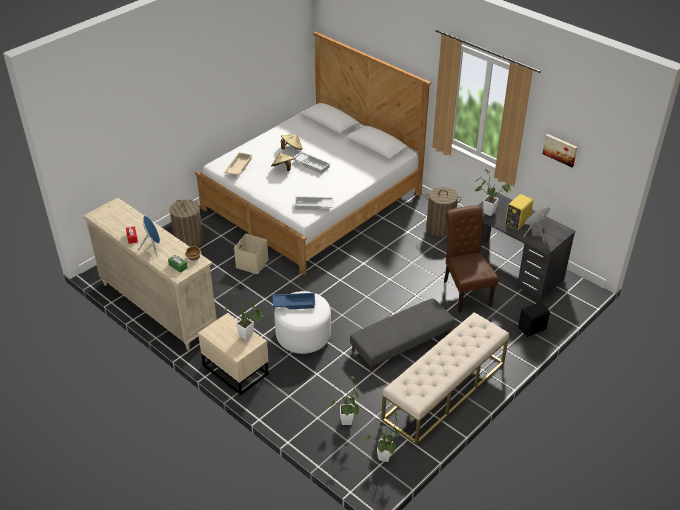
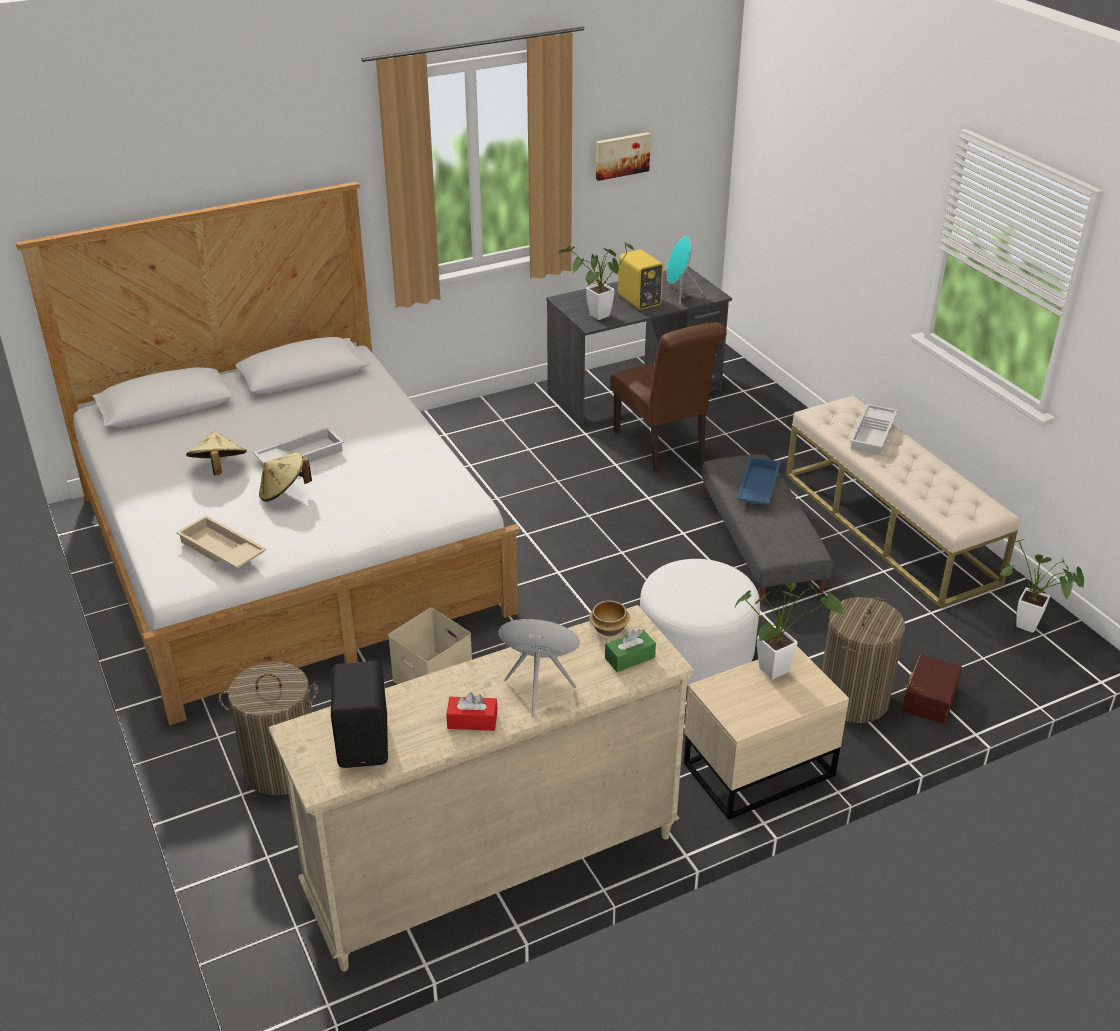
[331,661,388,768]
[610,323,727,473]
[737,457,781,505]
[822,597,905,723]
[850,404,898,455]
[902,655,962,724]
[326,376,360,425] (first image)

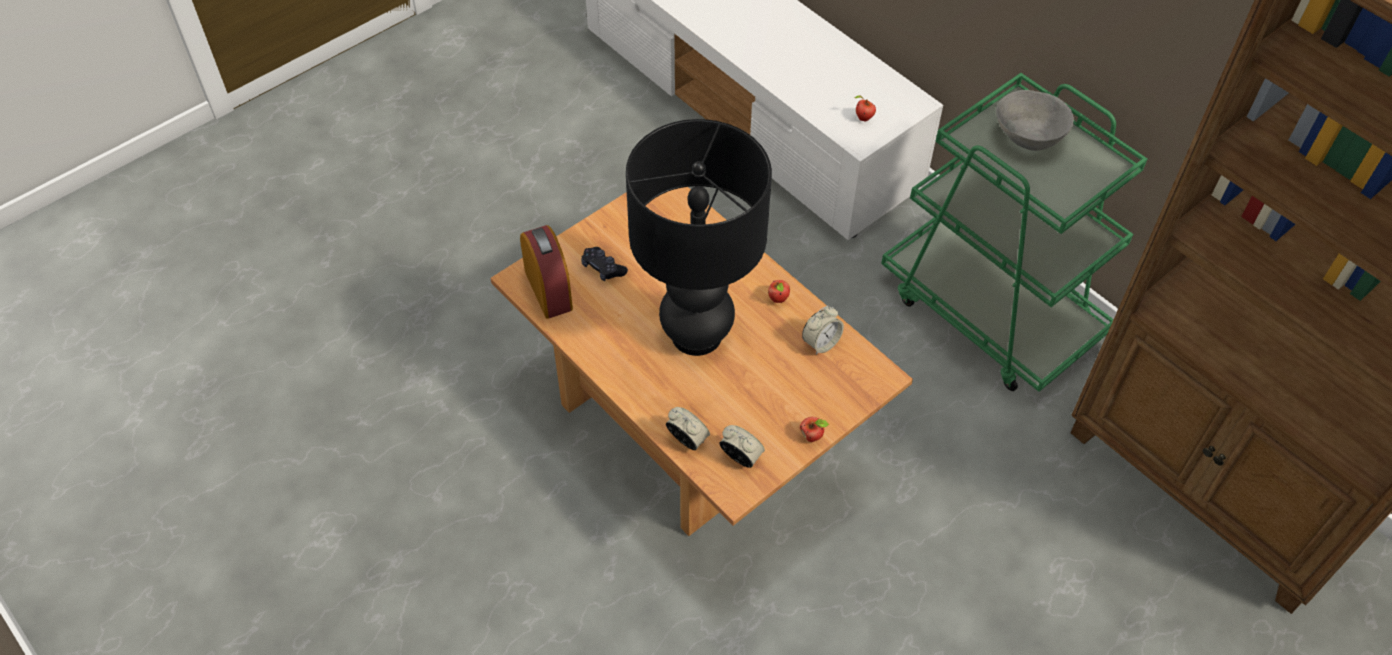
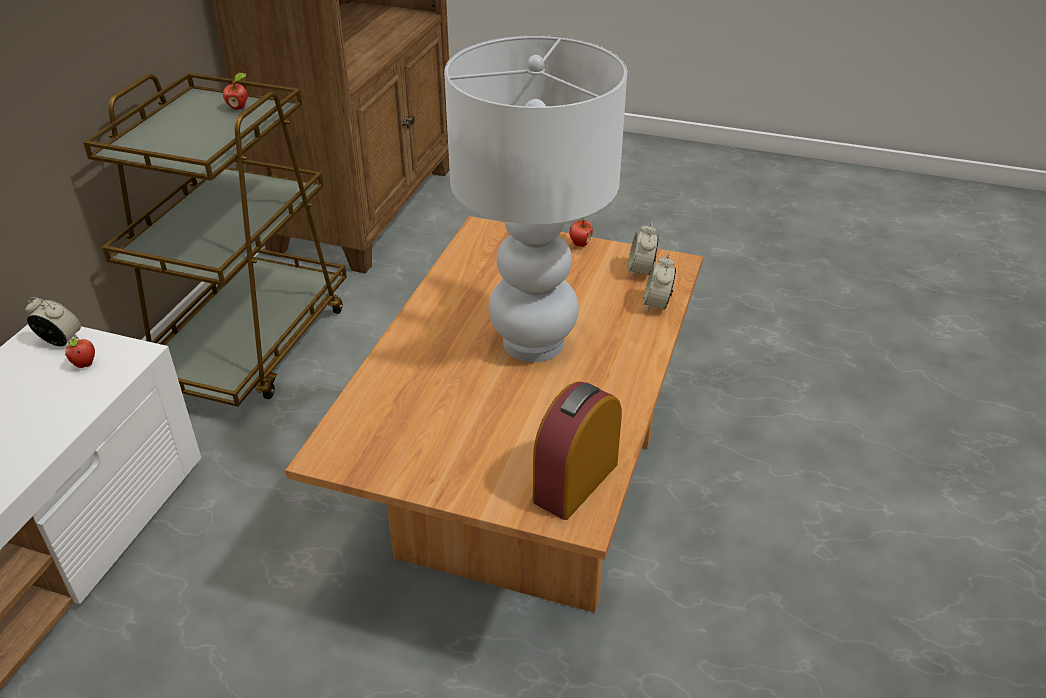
[25,297,81,346]
[83,73,347,407]
[223,73,248,110]
[444,35,627,362]
[581,247,628,281] (first image)
[996,90,1074,151] (first image)

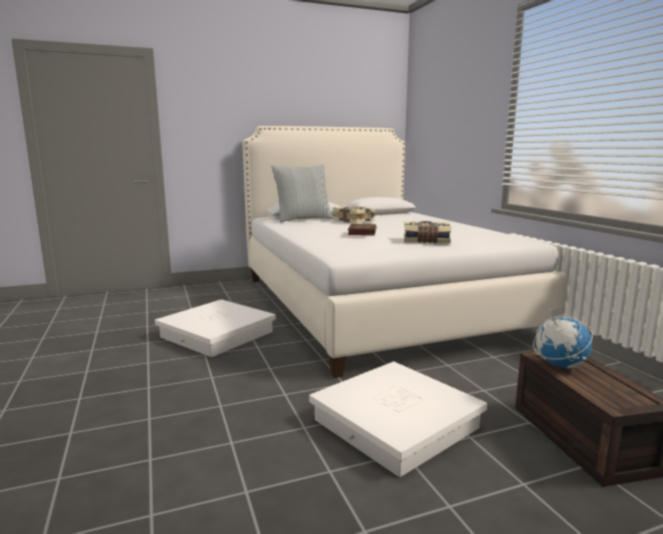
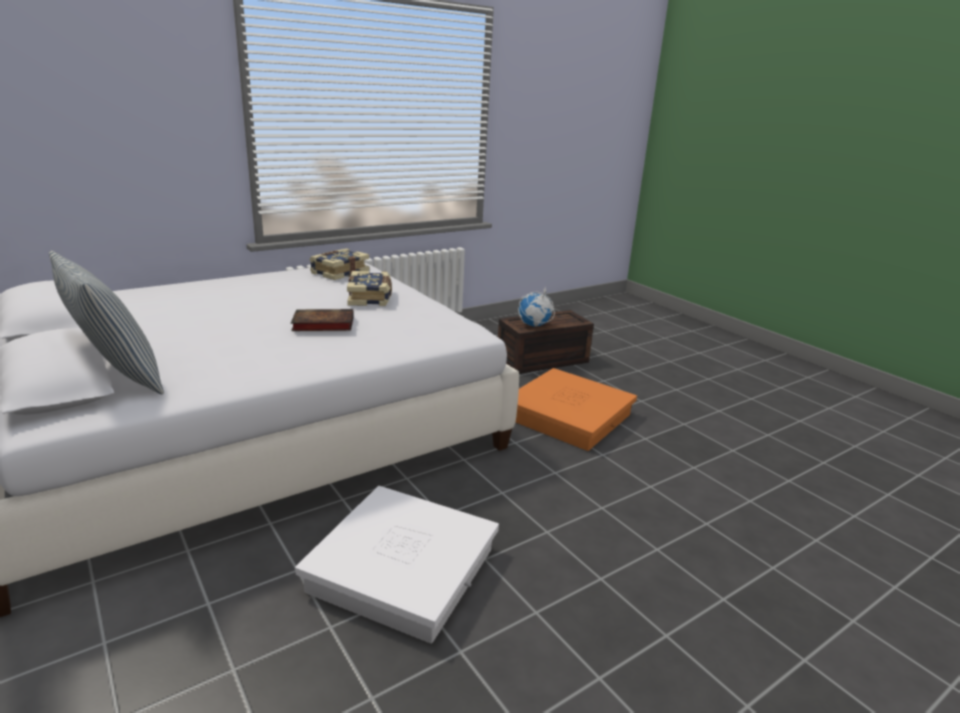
[309,248,370,280]
[515,368,637,451]

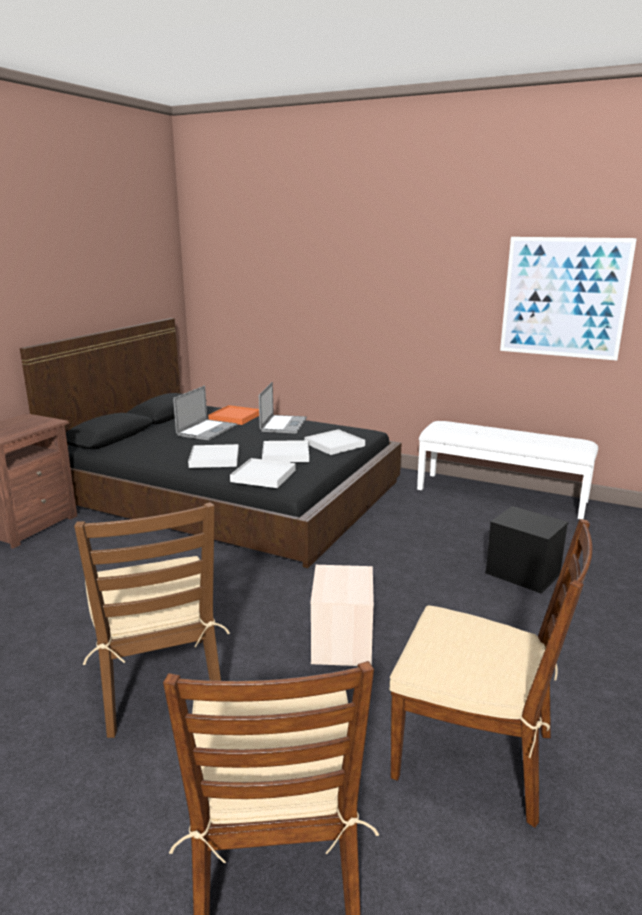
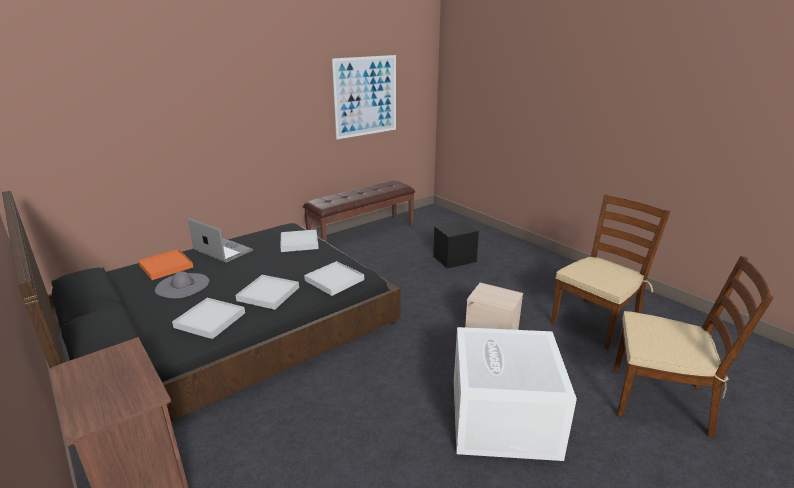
[155,271,209,298]
[172,298,245,339]
[303,181,415,242]
[454,327,577,461]

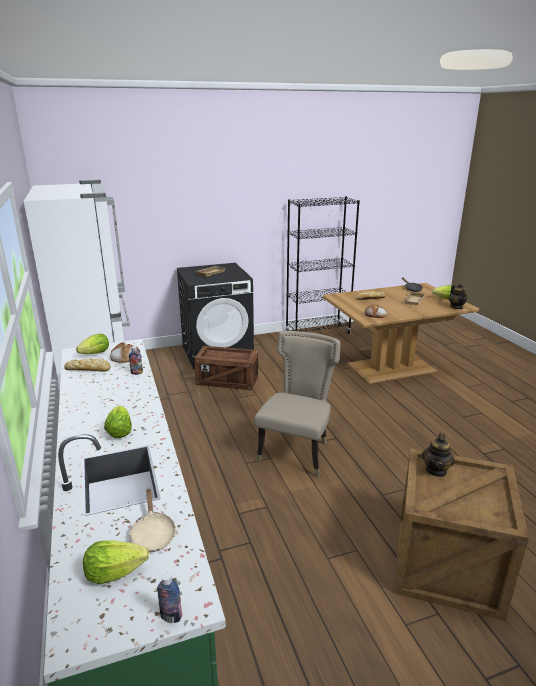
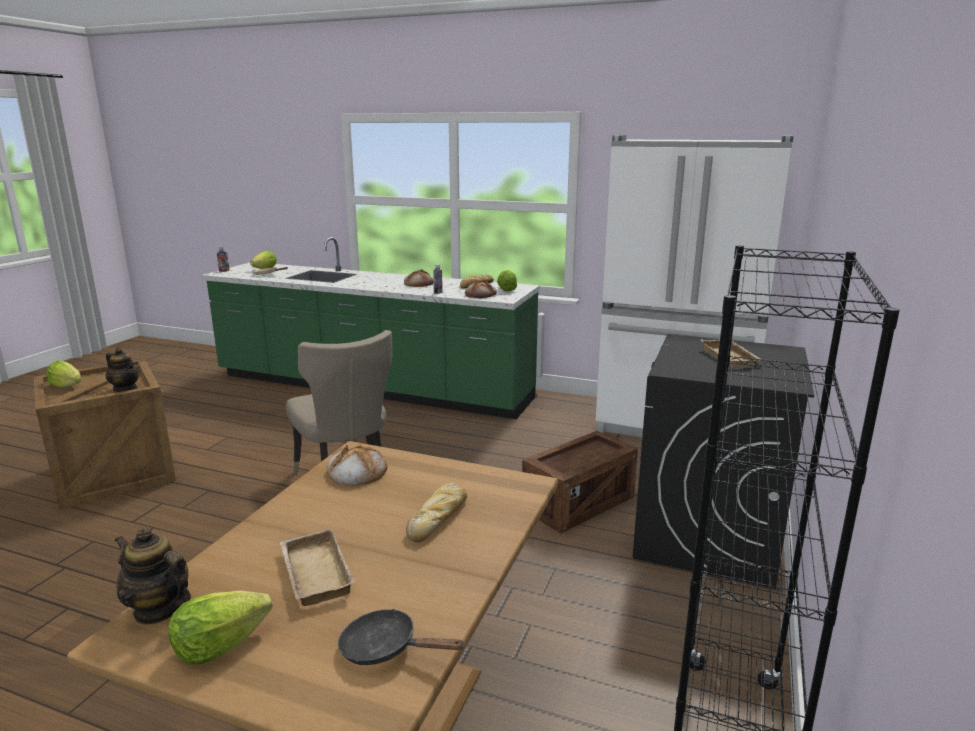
[46,361,82,388]
[106,348,140,392]
[404,270,434,287]

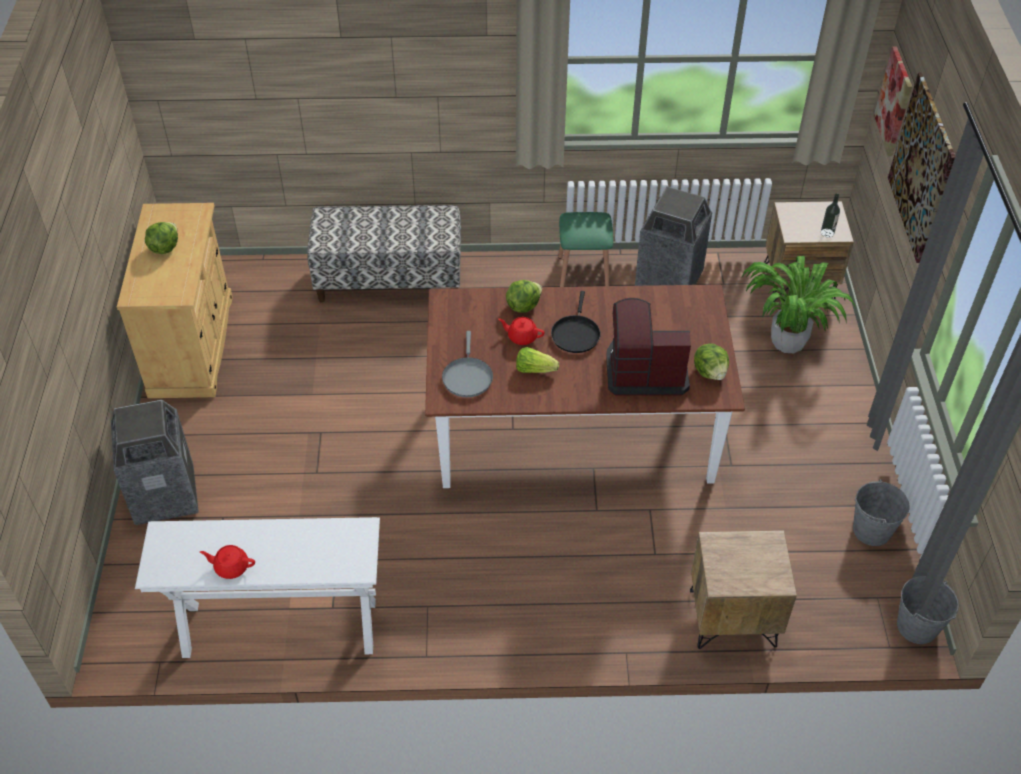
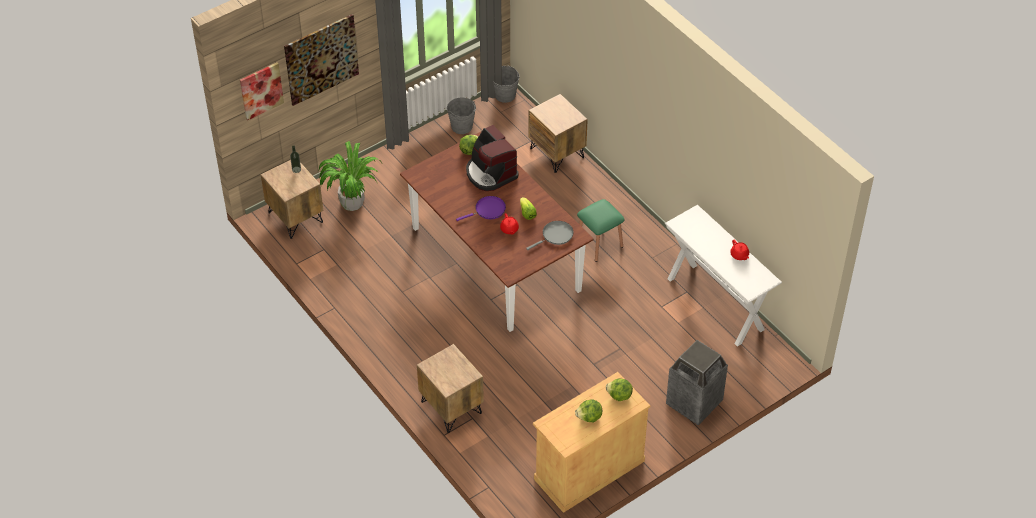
[417,344,484,433]
[456,196,506,221]
[577,199,625,262]
[606,378,633,401]
[635,186,712,286] (first image)

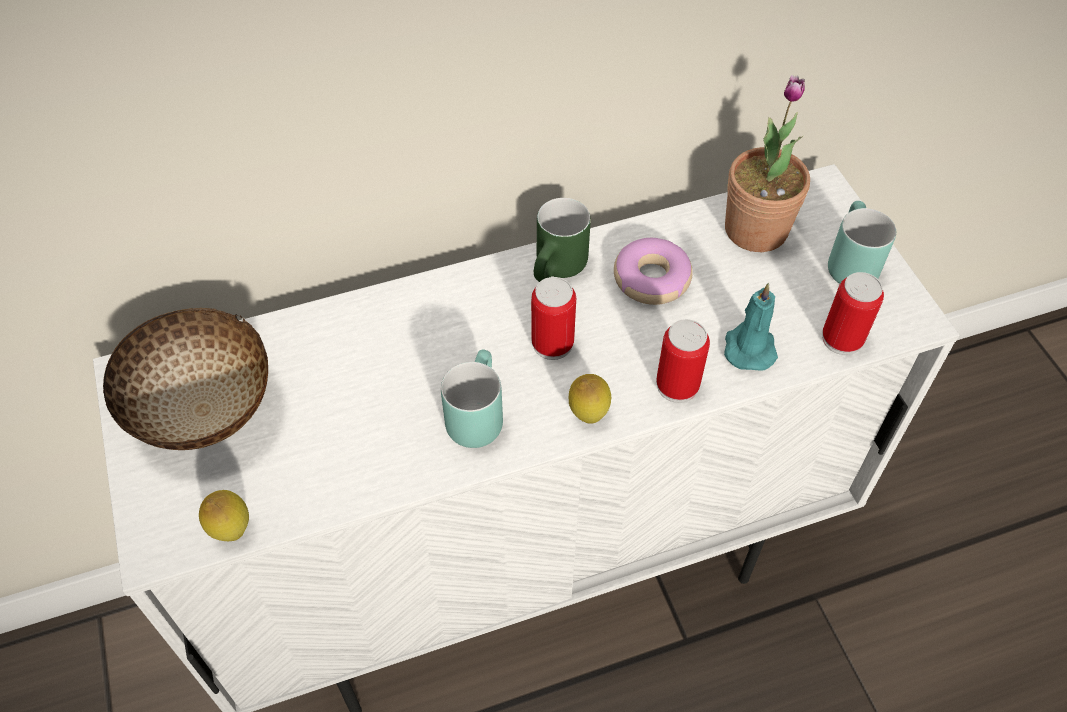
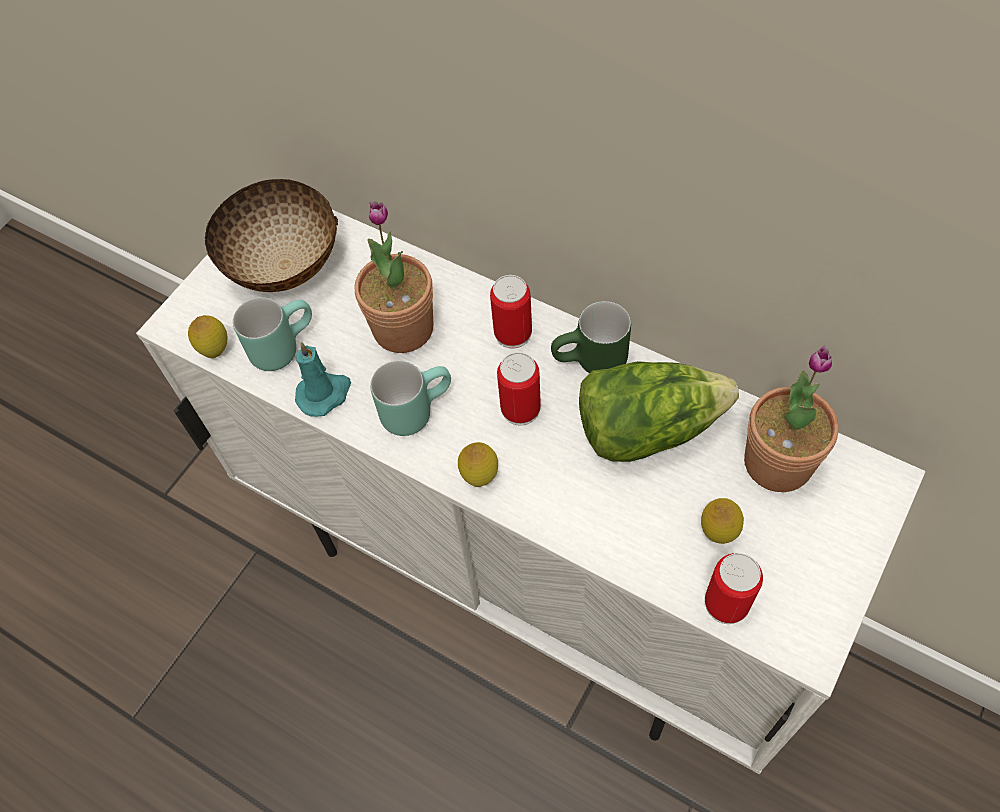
[233,298,312,371]
[295,342,351,417]
[355,201,434,353]
[490,275,532,348]
[579,361,739,462]
[701,498,744,544]

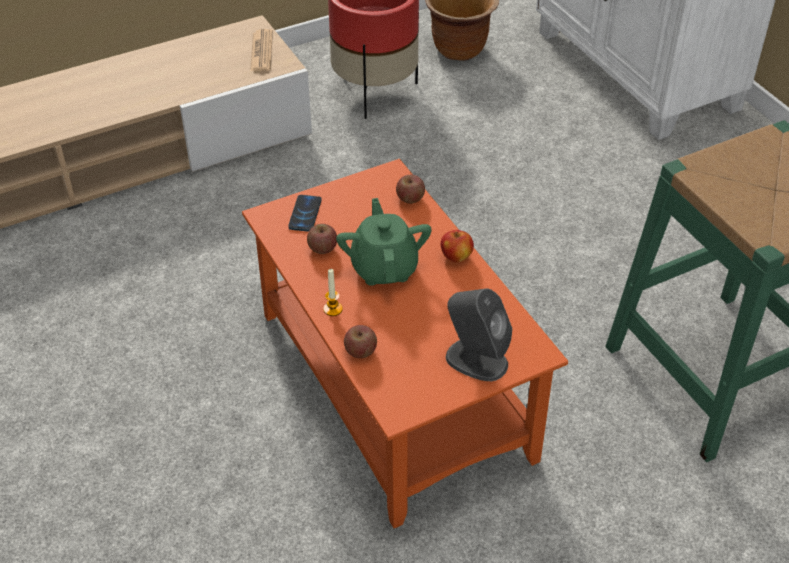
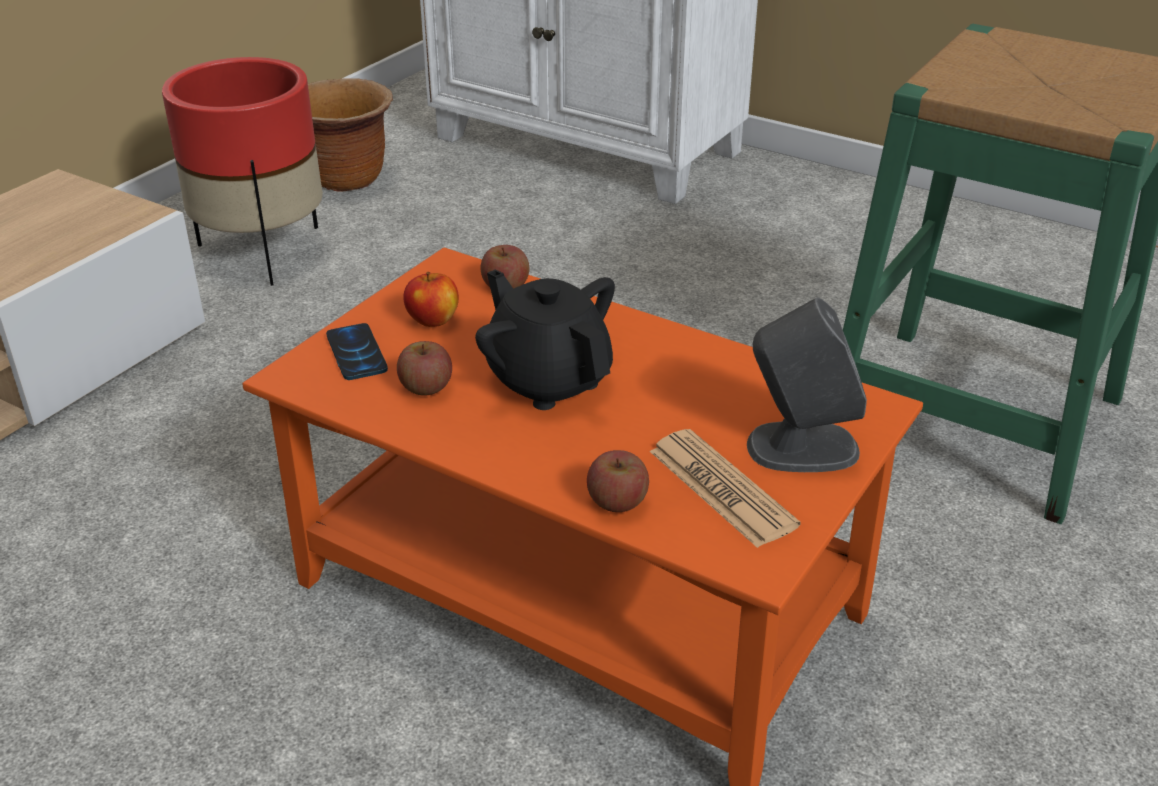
[403,272,459,327]
[475,269,615,410]
[650,429,800,548]
[323,269,343,316] (first image)

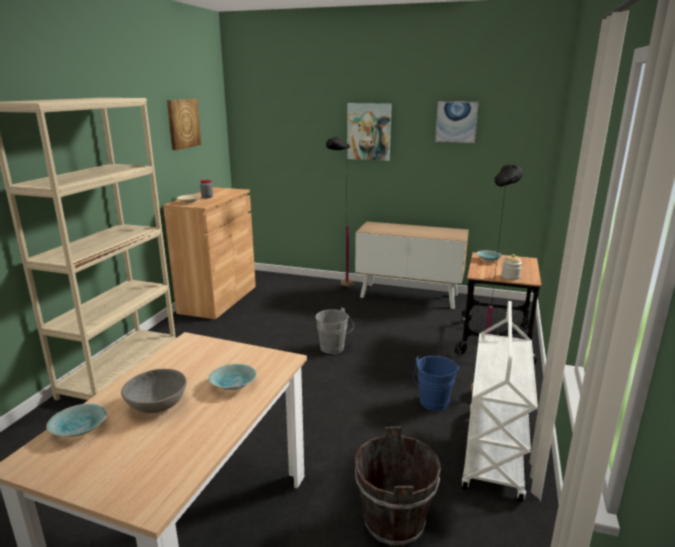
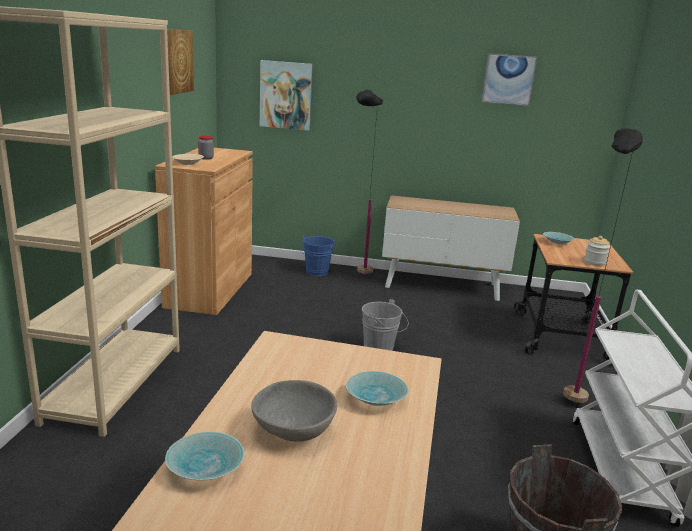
[260,60,313,131]
[300,235,335,276]

